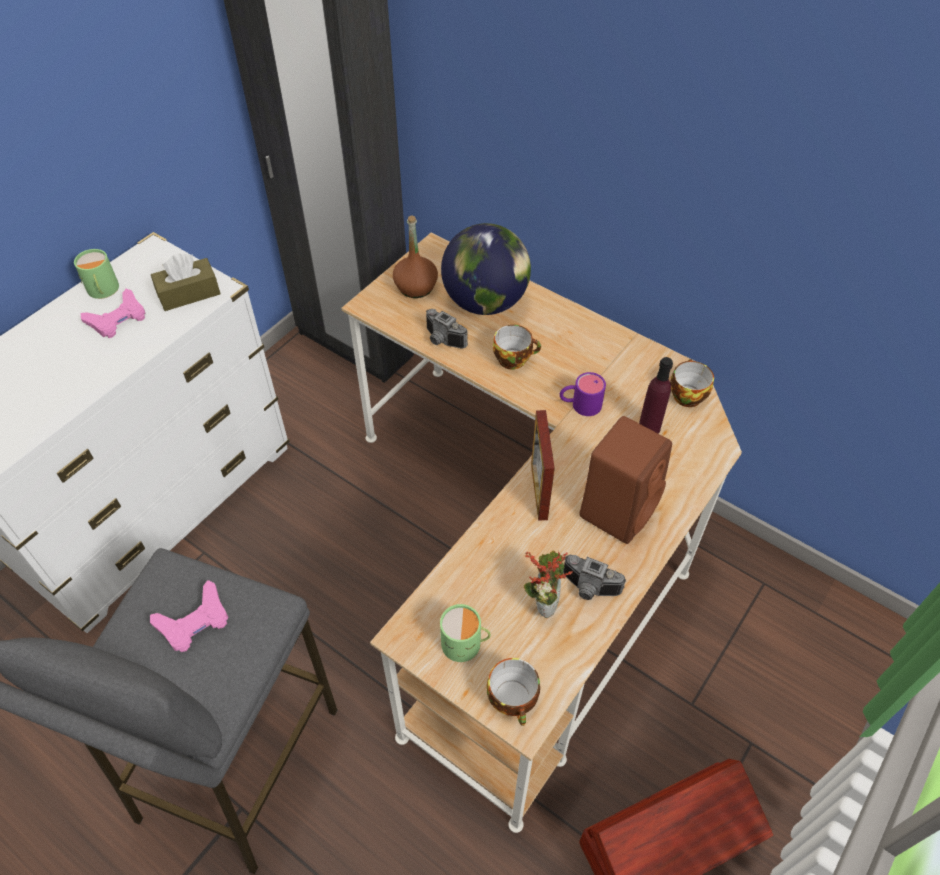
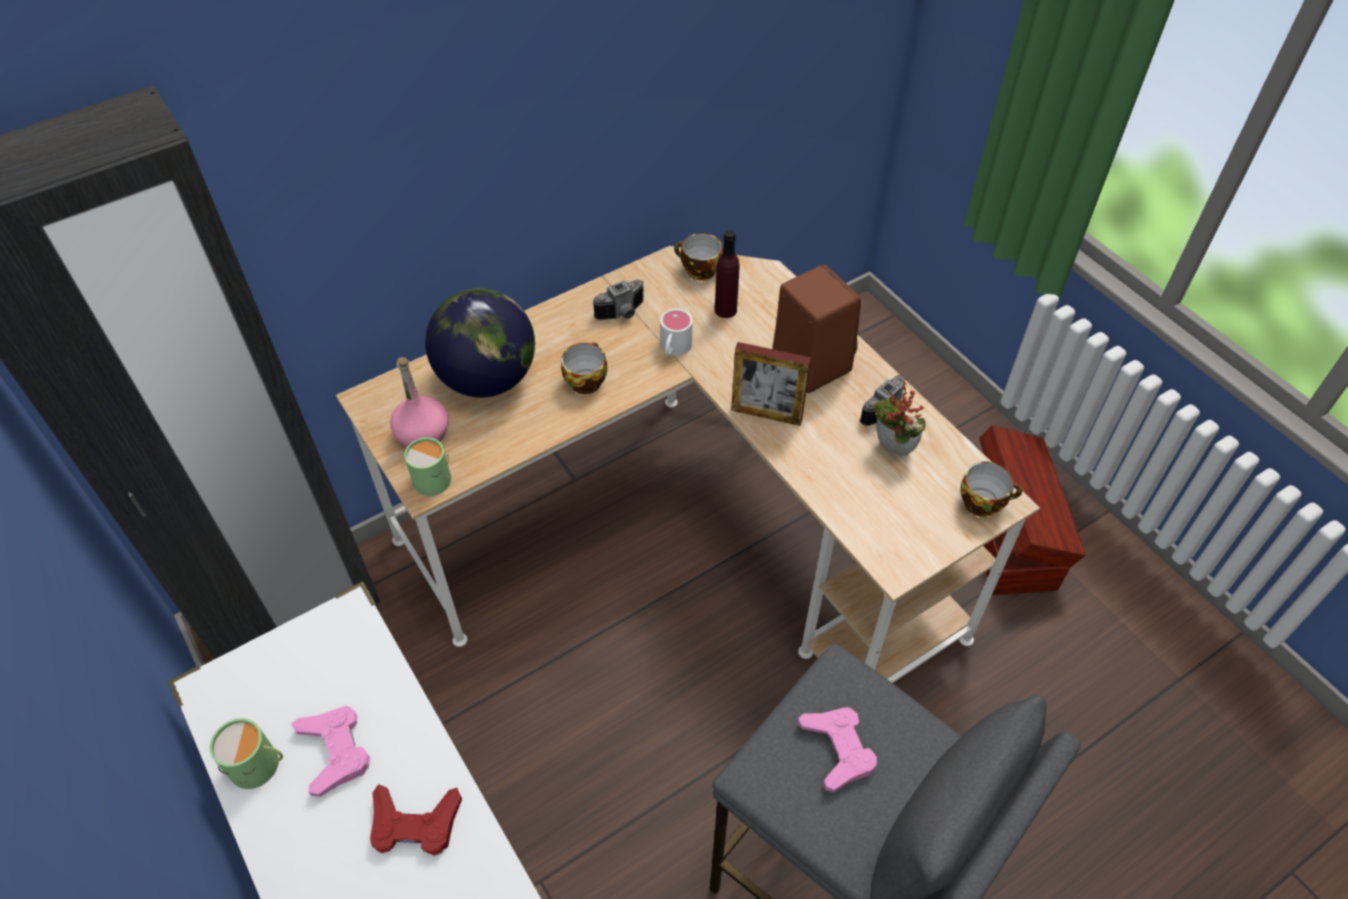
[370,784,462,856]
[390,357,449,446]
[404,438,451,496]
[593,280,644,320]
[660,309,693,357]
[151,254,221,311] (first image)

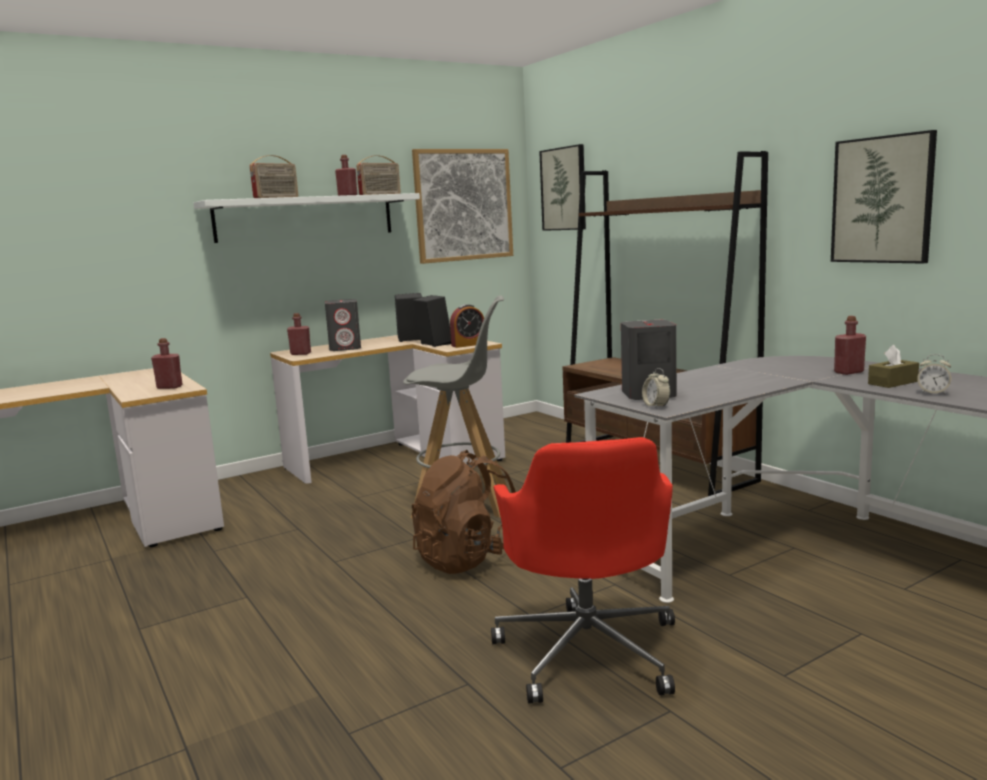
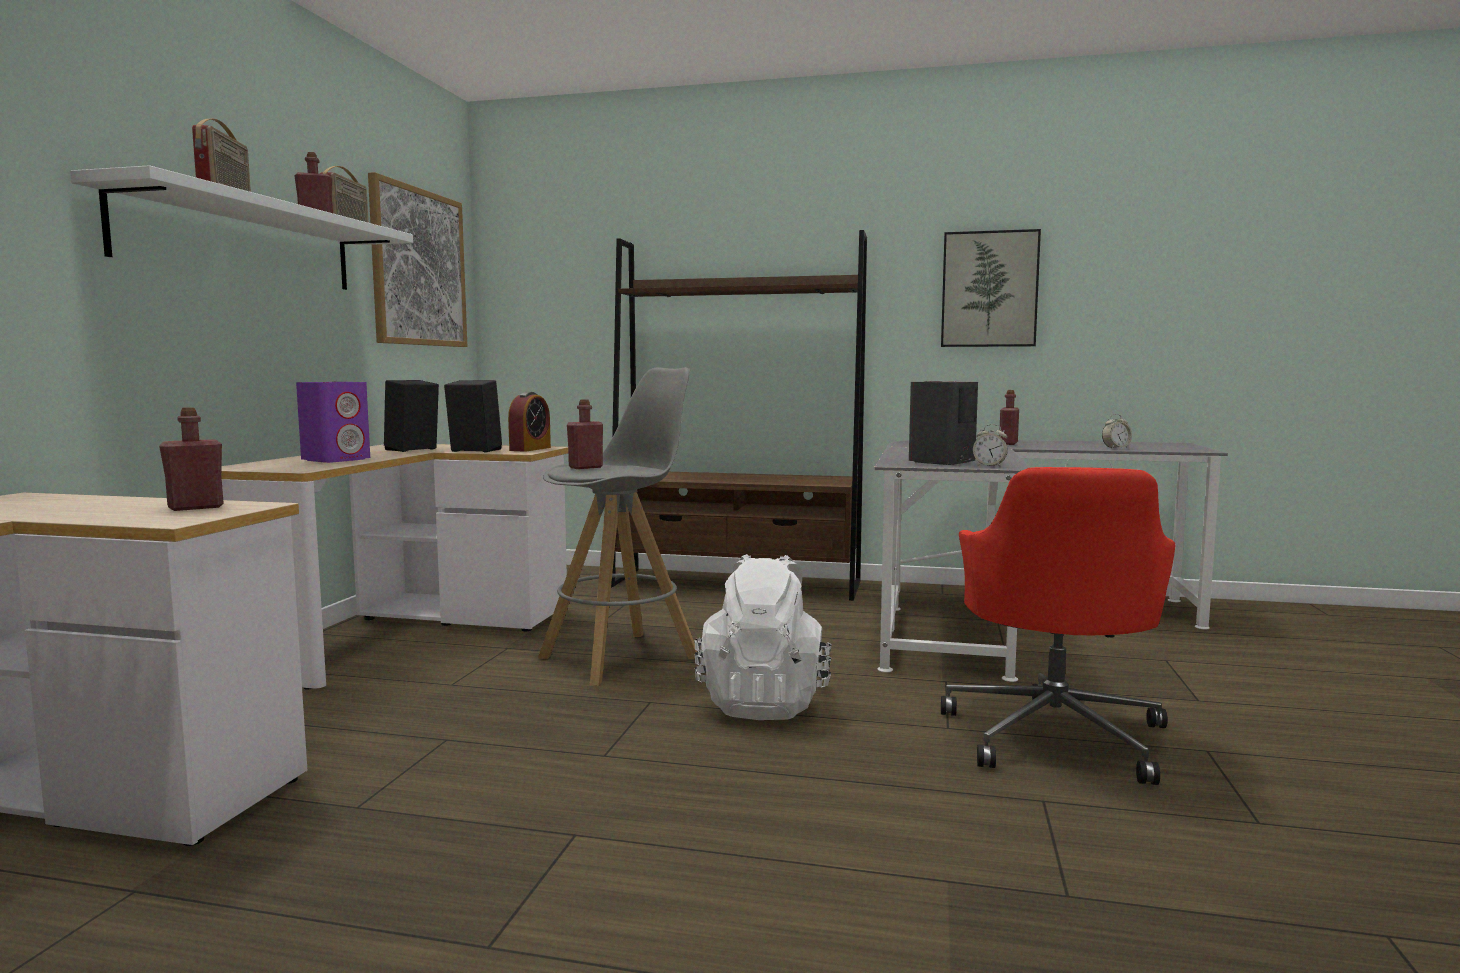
[296,381,370,463]
[567,399,603,469]
[695,554,832,720]
[941,467,1175,785]
[539,144,586,231] (first image)
[868,345,919,388] (first image)

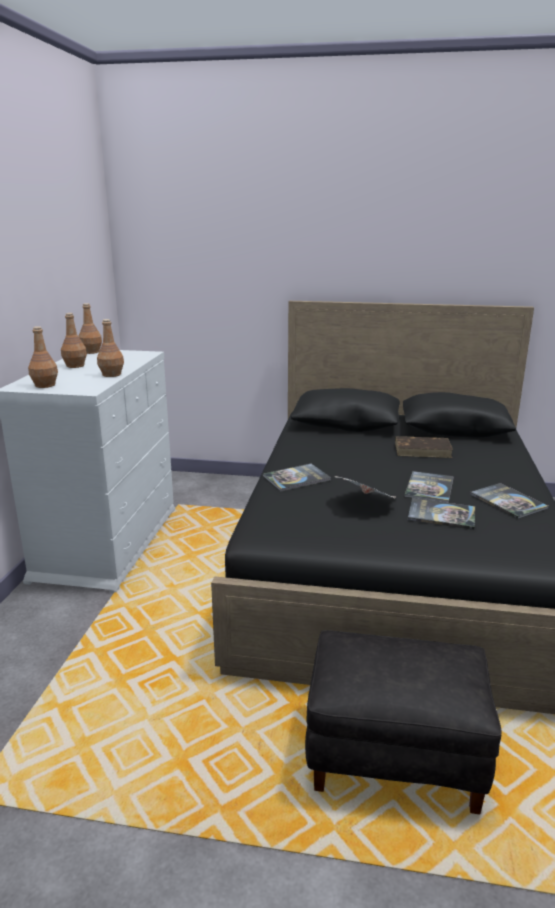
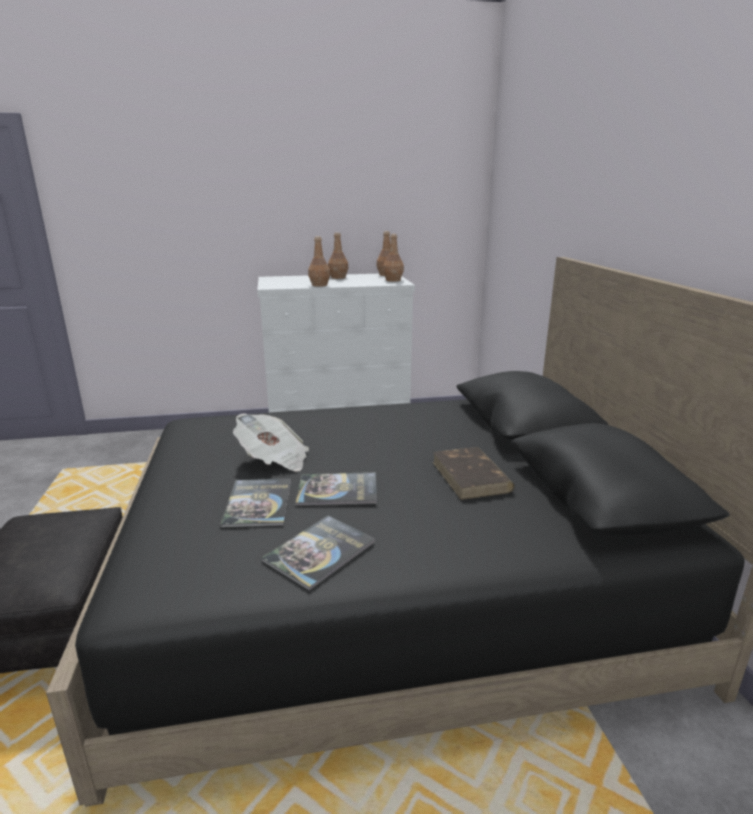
[383,234,404,282]
[263,464,331,491] (first image)

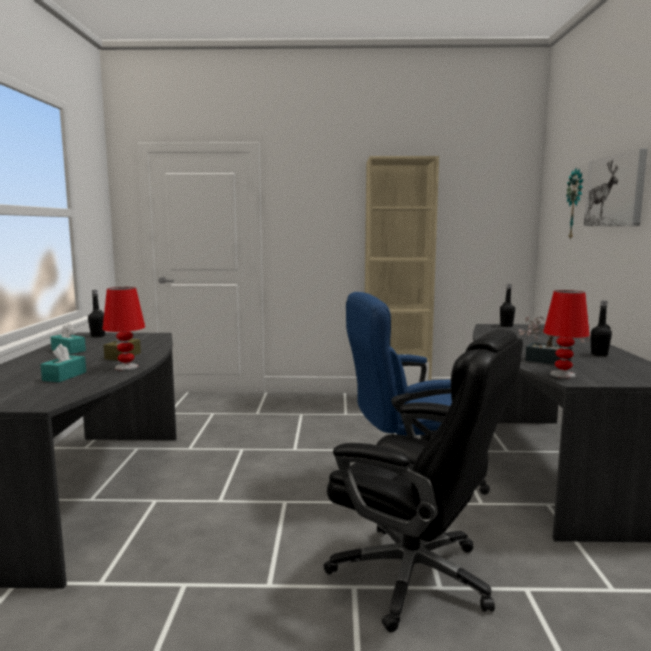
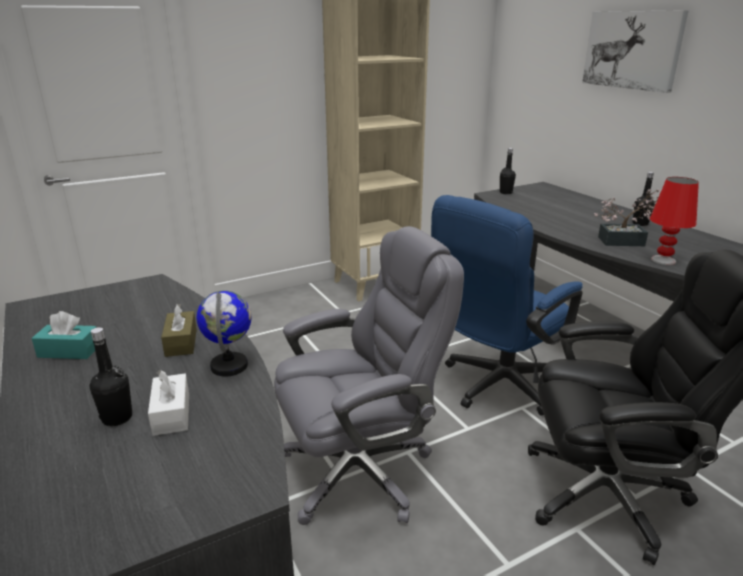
[89,327,132,426]
[148,369,189,436]
[197,291,252,377]
[274,226,464,525]
[566,169,583,241] (first image)

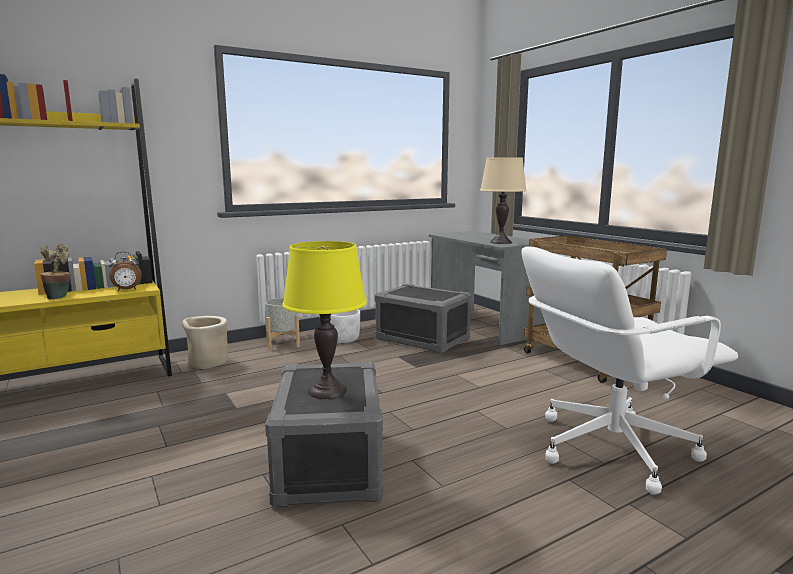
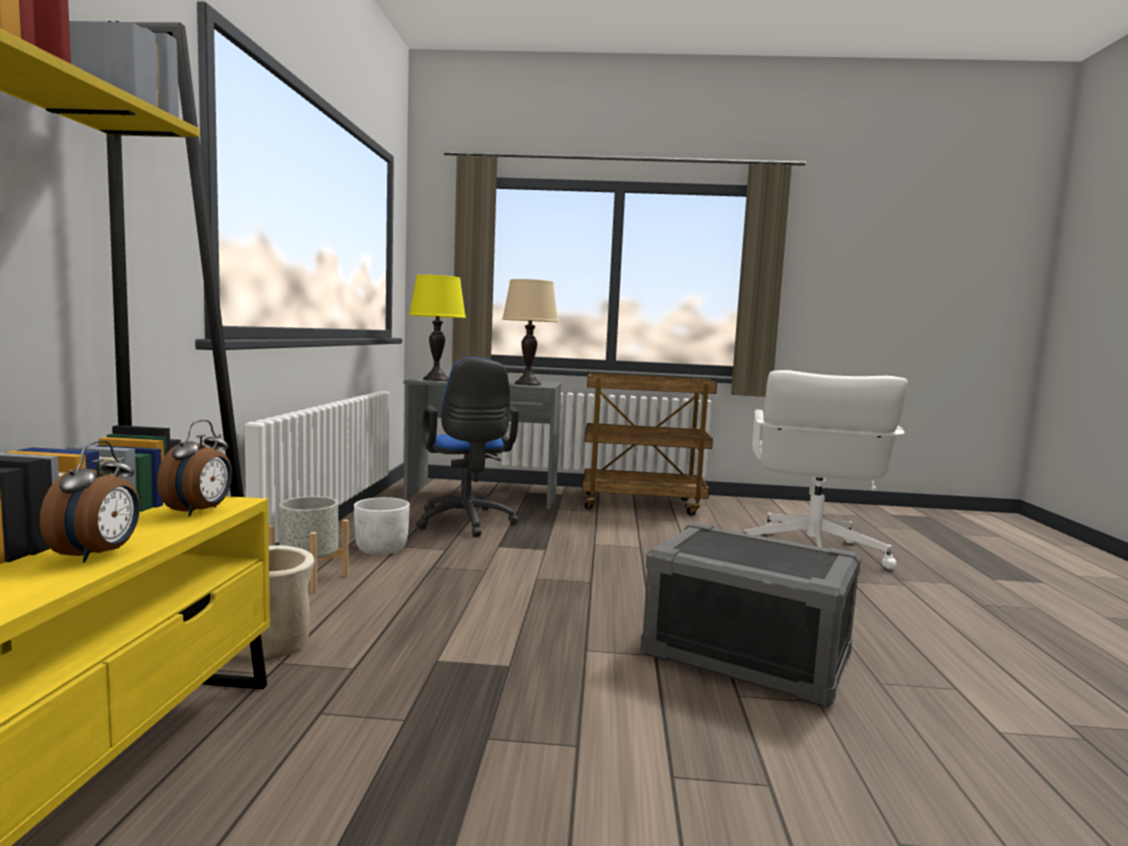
[40,441,140,563]
[409,275,466,381]
[416,357,519,537]

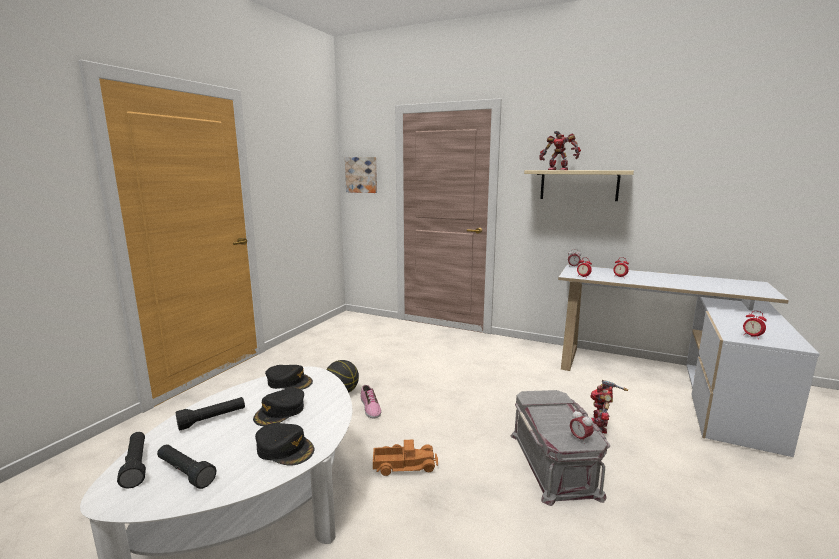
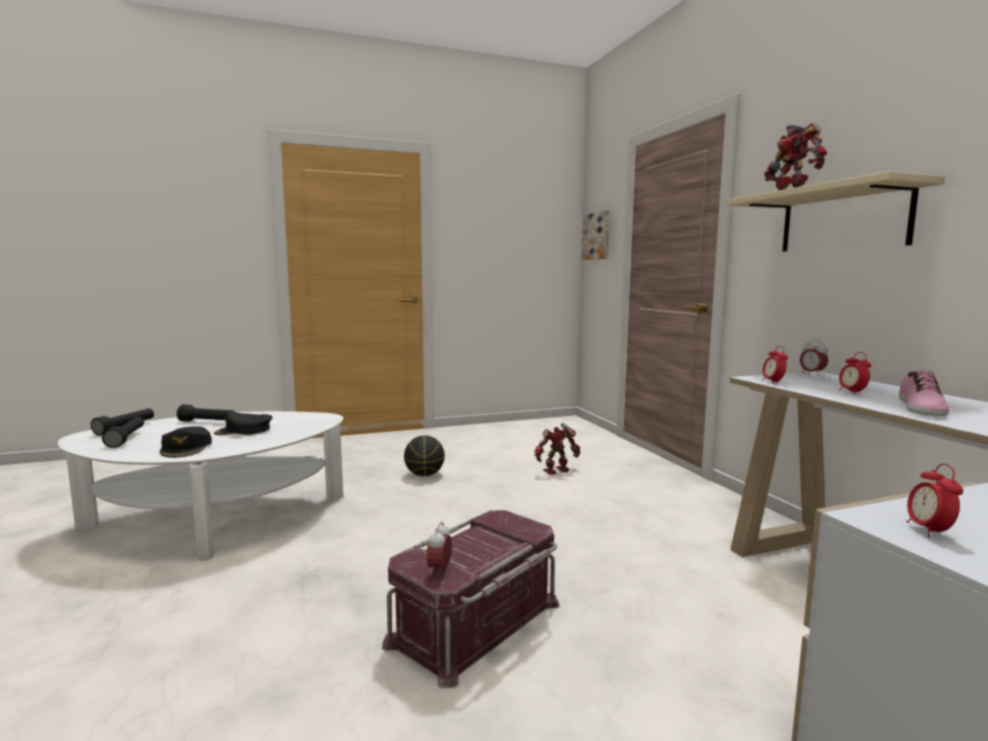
[382,510,560,688]
[535,423,580,475]
[899,371,949,416]
[265,365,313,390] (first image)
[373,440,438,476] (first image)

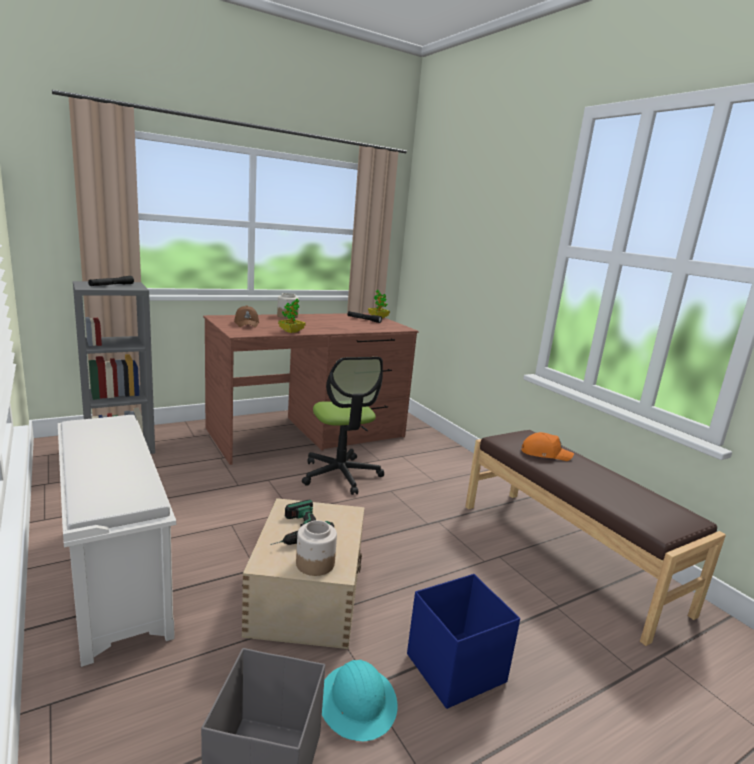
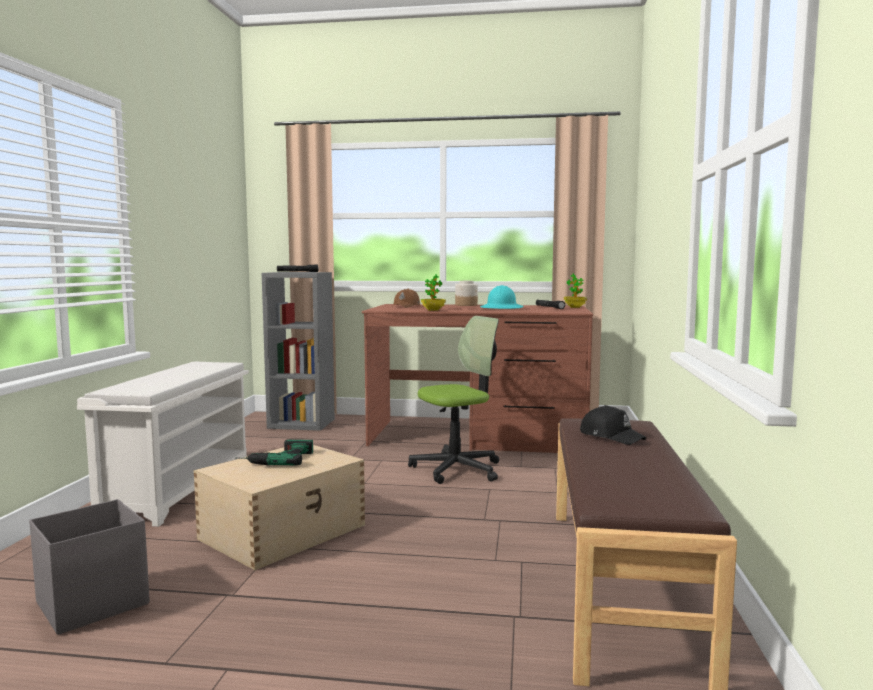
[408,316,499,484]
[480,285,524,309]
[580,405,647,445]
[296,520,337,576] (first image)
[407,574,520,709] (first image)

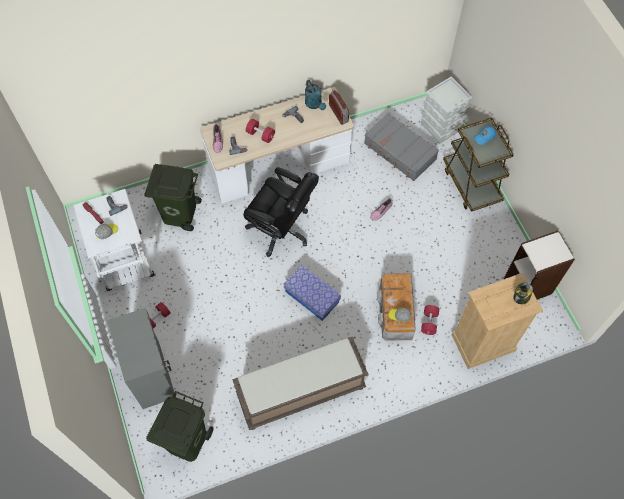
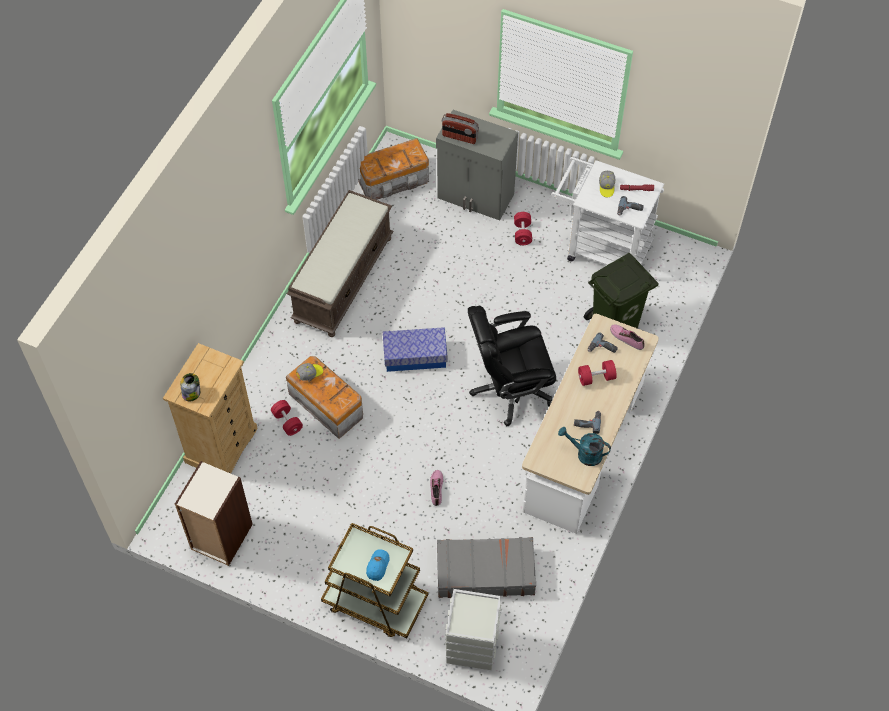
[358,138,429,200]
[442,113,479,144]

